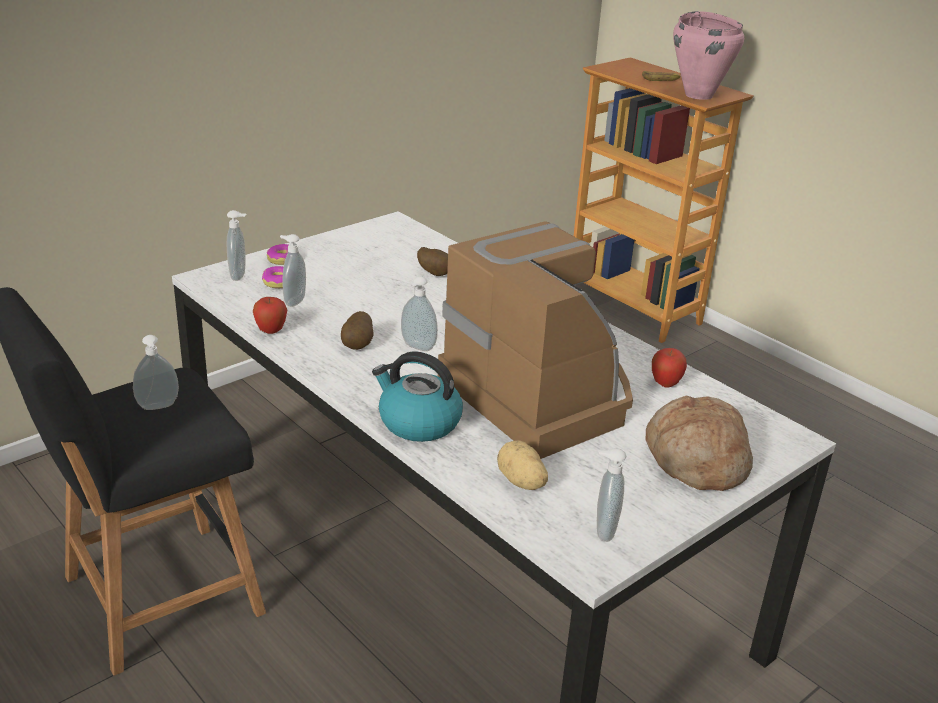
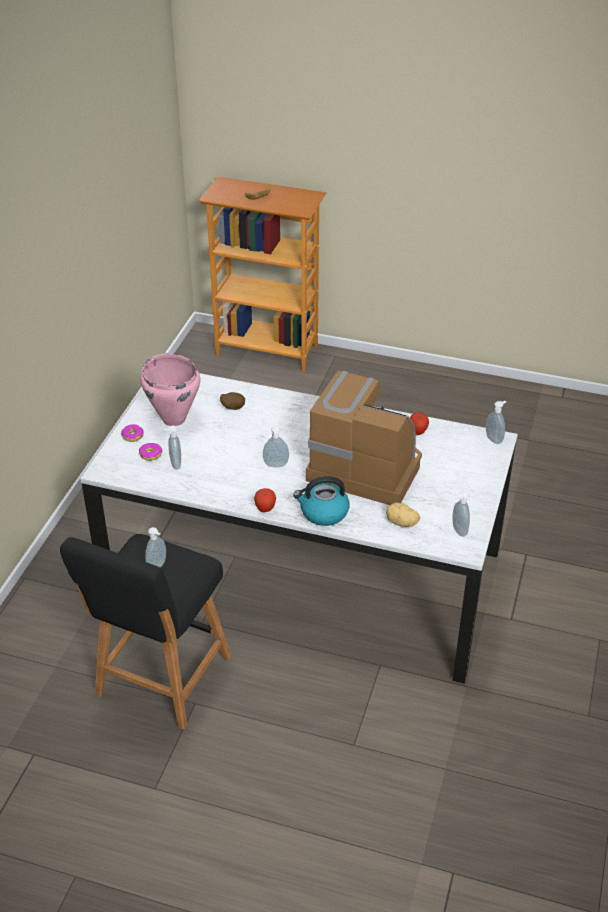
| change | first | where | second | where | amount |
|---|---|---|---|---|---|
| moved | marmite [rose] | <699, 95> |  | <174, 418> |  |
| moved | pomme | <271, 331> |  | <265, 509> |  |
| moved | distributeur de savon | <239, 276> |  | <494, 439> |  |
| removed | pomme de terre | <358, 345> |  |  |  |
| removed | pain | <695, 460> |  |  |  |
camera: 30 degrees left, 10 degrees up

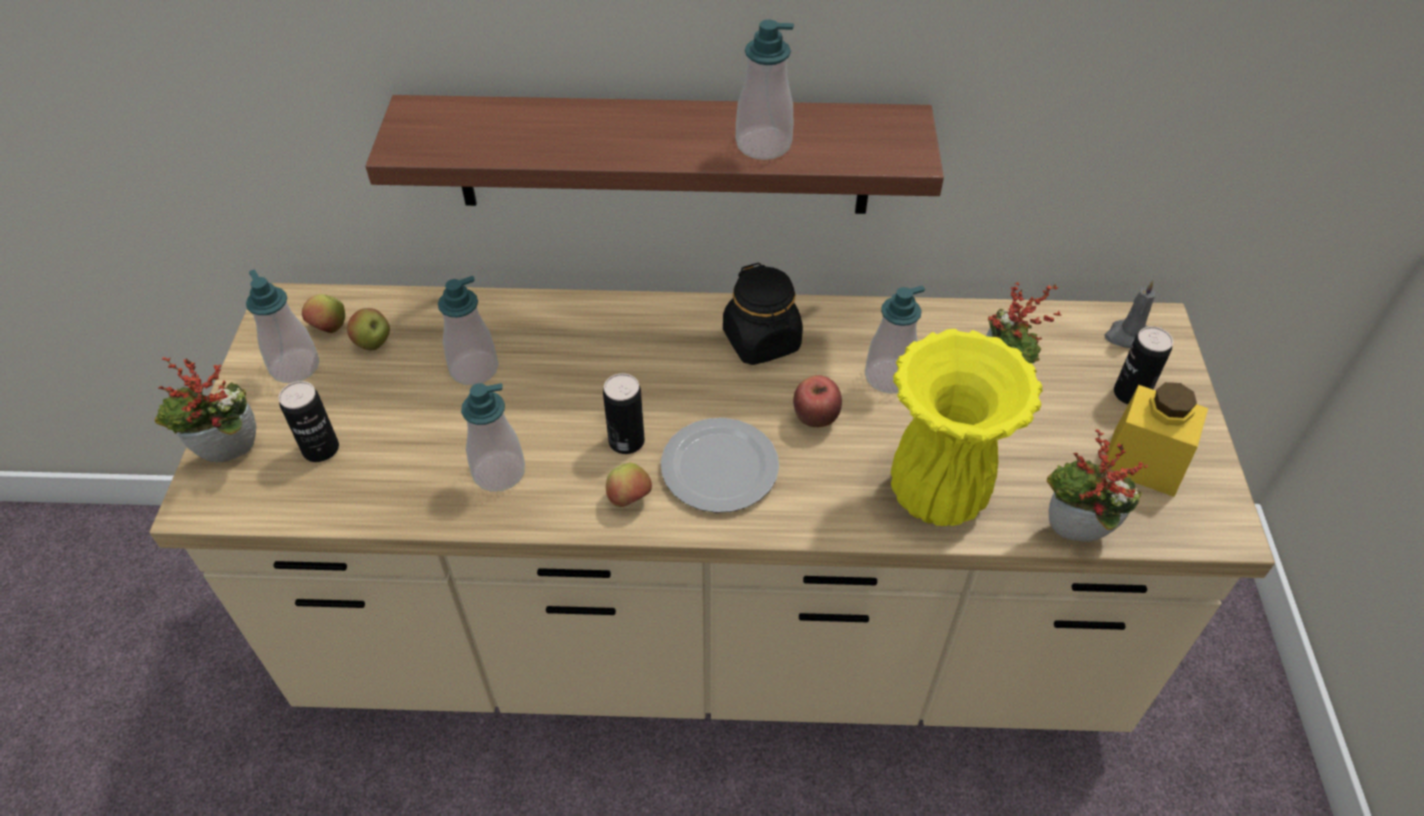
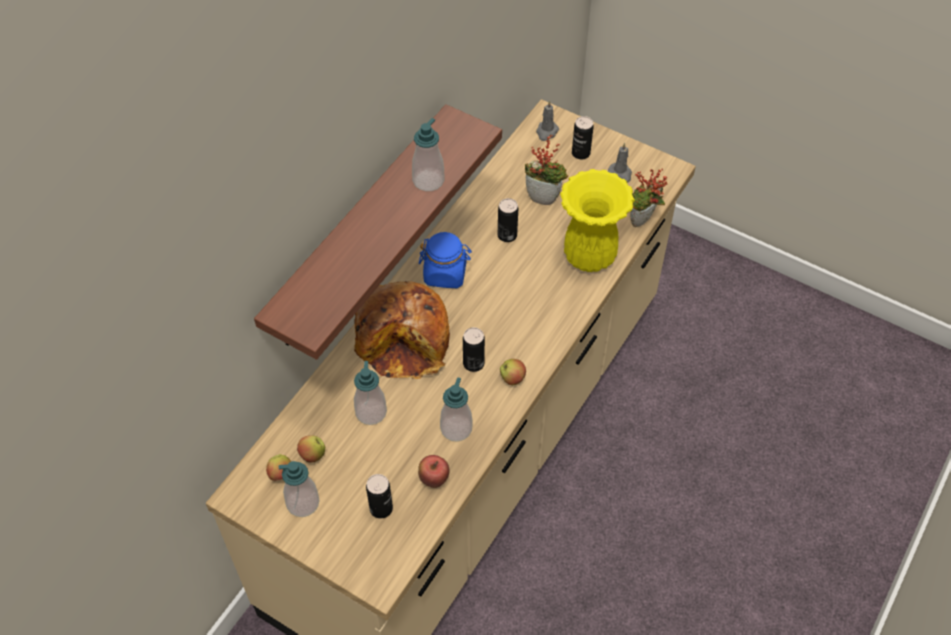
| change | first | where | second | where | amount |
|---|---|---|---|---|---|
| added |  |  | pain | <404, 339> |  |
| moved | pomme | <815, 419> |  | <434, 479> |  |
| recoloured | bocal [noir] | <762, 341> | bocal [bleu] | <445, 273> |  |
| replaced | distributeur de savon | <889, 377> | boîte métallique | <507, 235> |  |
| replaced | bocal [jaune] | <1143, 462> | bougie [gris] | <620, 174> |  |
| removed | plante en pot | <230, 458> |  |  |  |
| removed | assiette | <720, 469> |  |  |  |
camera: 60 degrees left, 5 degrees up

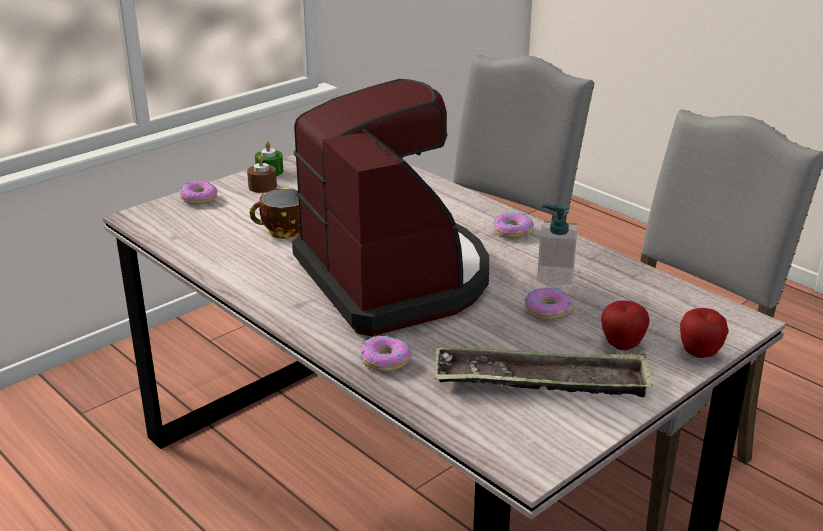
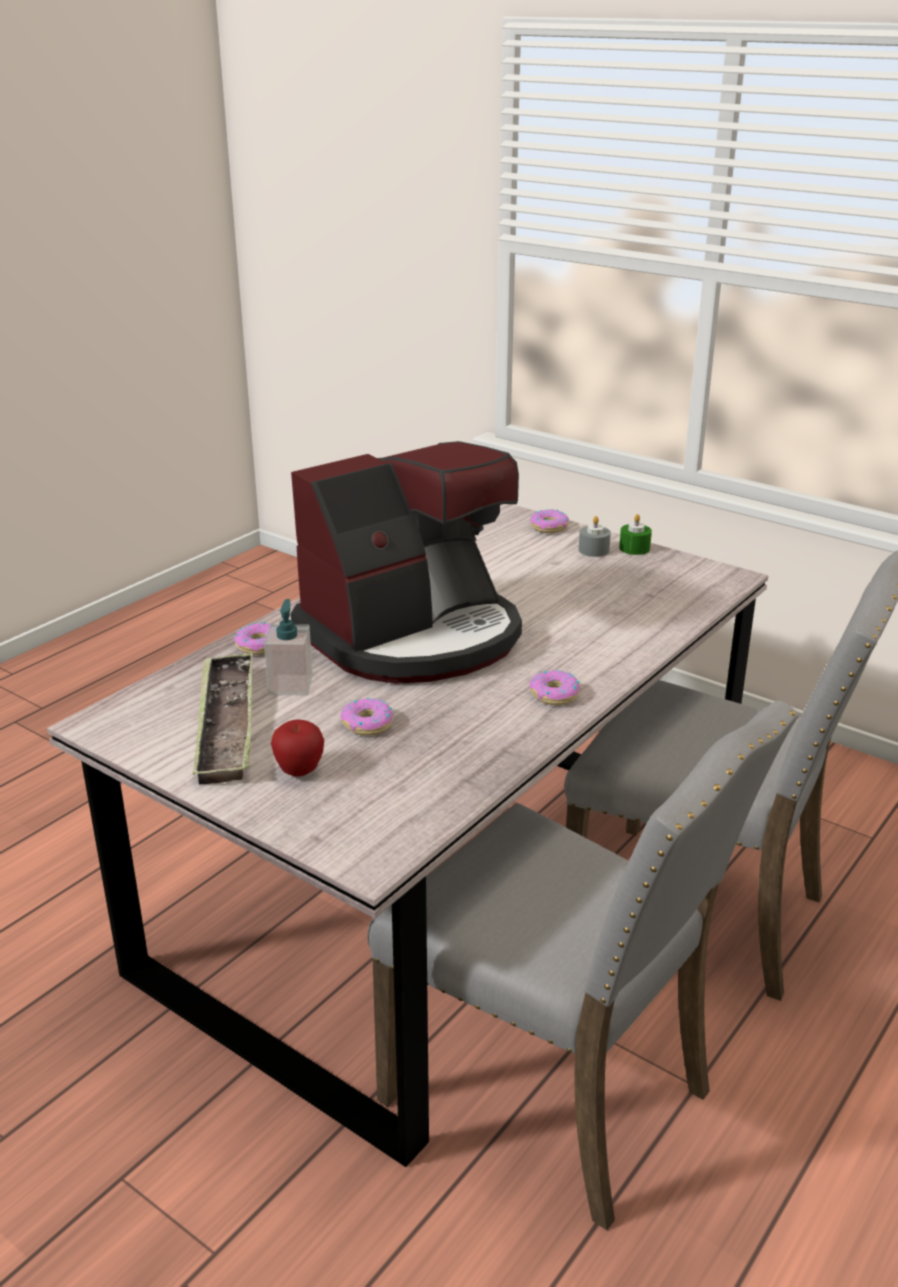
| change | first | where | second | where | amount |
|---|---|---|---|---|---|
| moved | distributeur de savon | <555, 275> |  | <290, 685> |  |
| recoloured | bougie [marron] | <262, 186> | bougie [gris] | <593, 550> |  |
| removed | tasse | <282, 232> |  |  |  |
| removed | pomme | <699, 354> |  |  |  |
camera: 80 degrees right, 0 degrees up

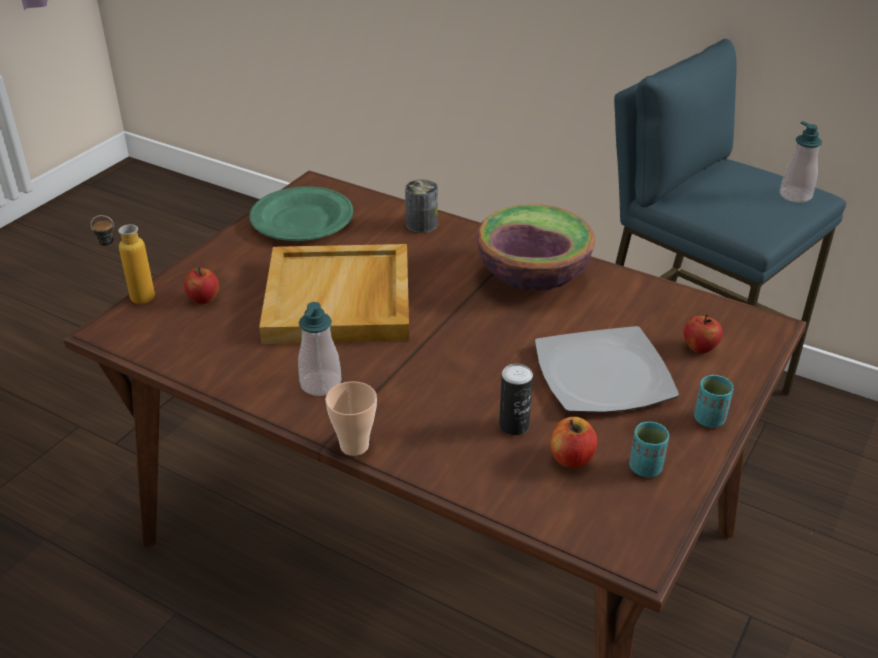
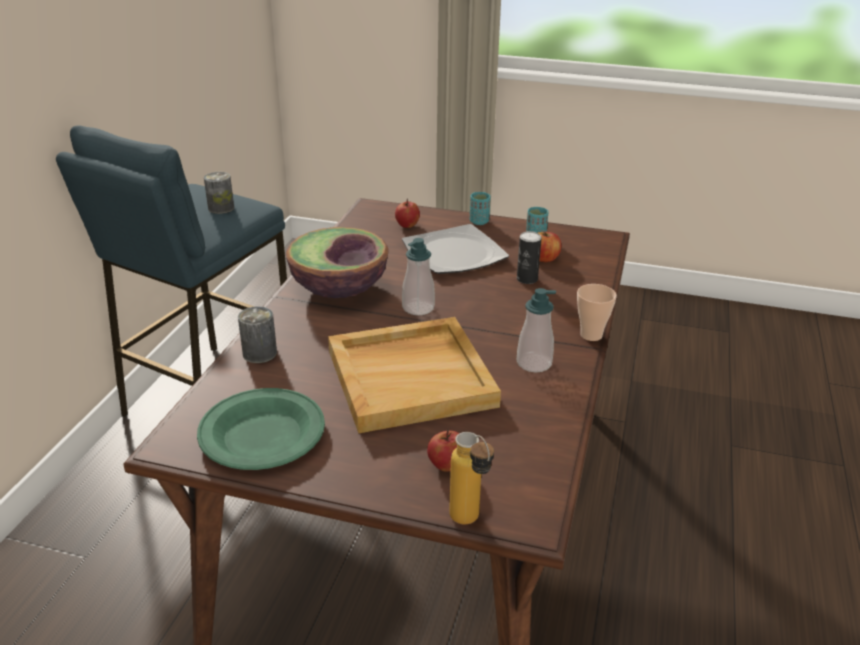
| change | first | where | second | where | amount |
|---|---|---|---|---|---|
| added |  |  | boîte métallique | <221, 208> |  |
| moved | distributeur de savon | <795, 195> |  | <418, 308> |  |
camera: 105 degrees left, 5 degrees down

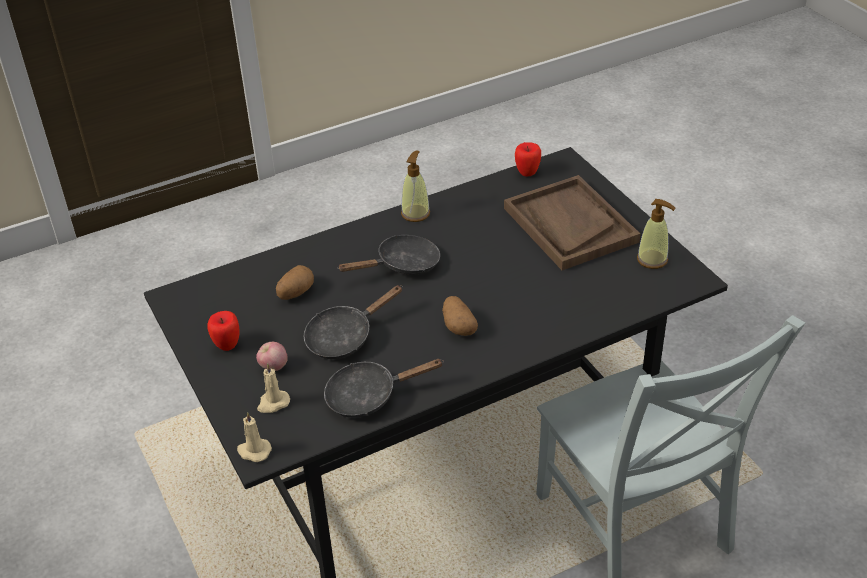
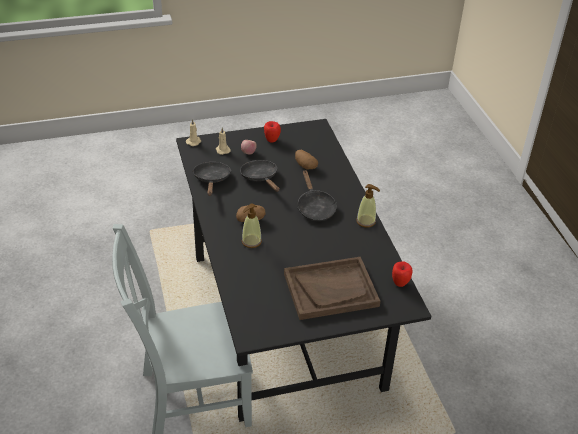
| change | first | where | second | where | amount |
|---|---|---|---|---|---|
| moved | distributeur de savon | <652, 260> |  | <251, 241> |  |
camera: 100 degrees right, 0 degrees up

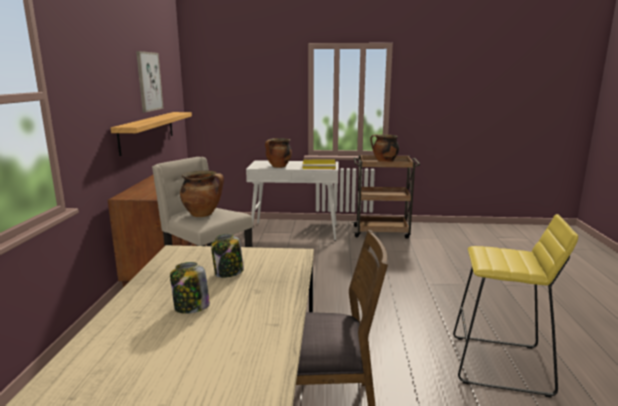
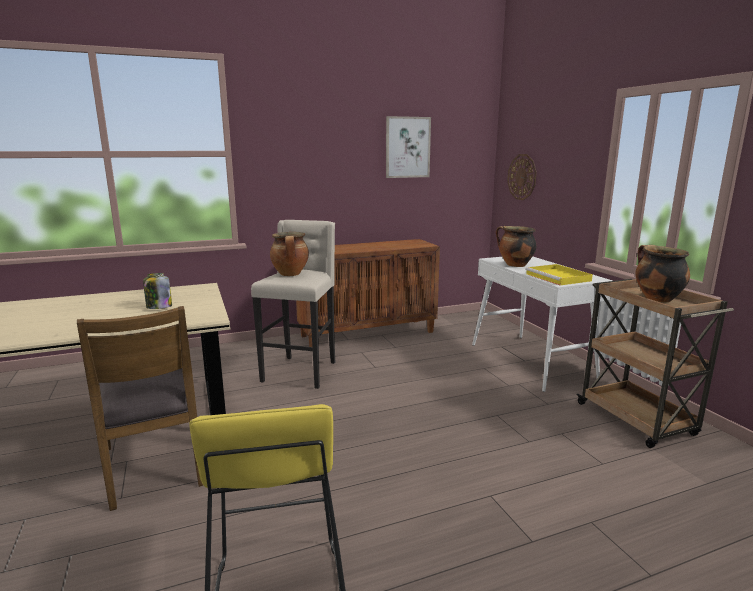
| change | first | where | second | where | amount |
|---|---|---|---|---|---|
| added |  |  | horloge murale | <522, 177> |  |
| removed | étagère | <147, 131> |  |  |  |
| removed | bocal | <191, 307> |  |  |  |
camera: 65 degrees right, 0 degrees up

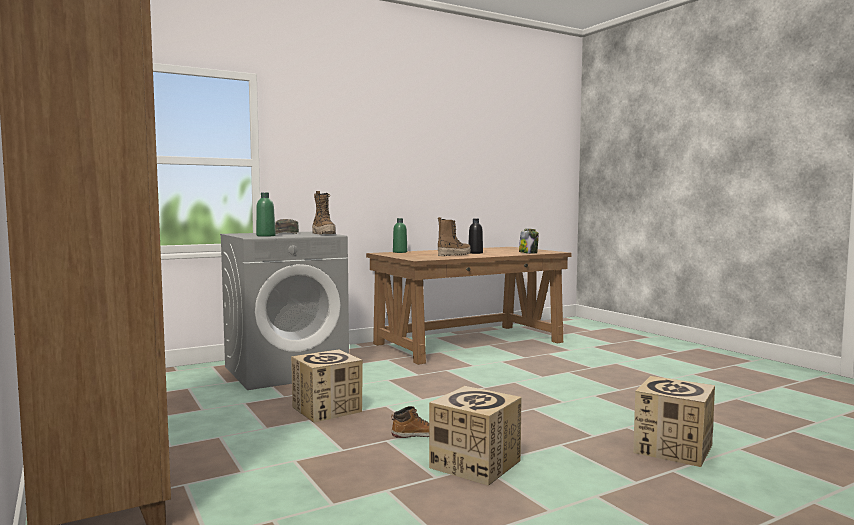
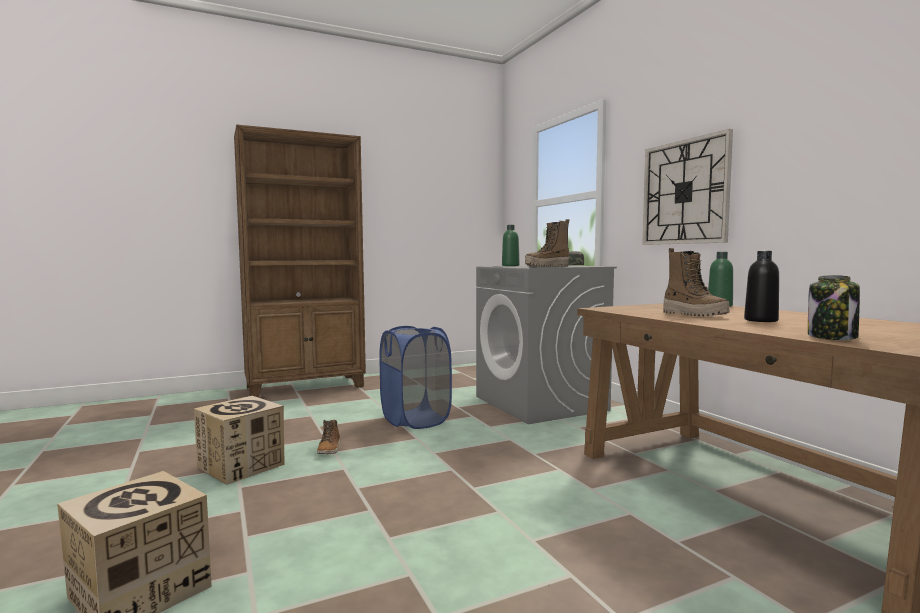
| change | first | where | second | where | amount |
|---|---|---|---|---|---|
| replaced | carton | <327, 409> | panier à linge [bleu] | <415, 420> |  |
| added |  |  | horloge murale | <685, 192> |  |
camera: 95 degrees right, 0 degrees up

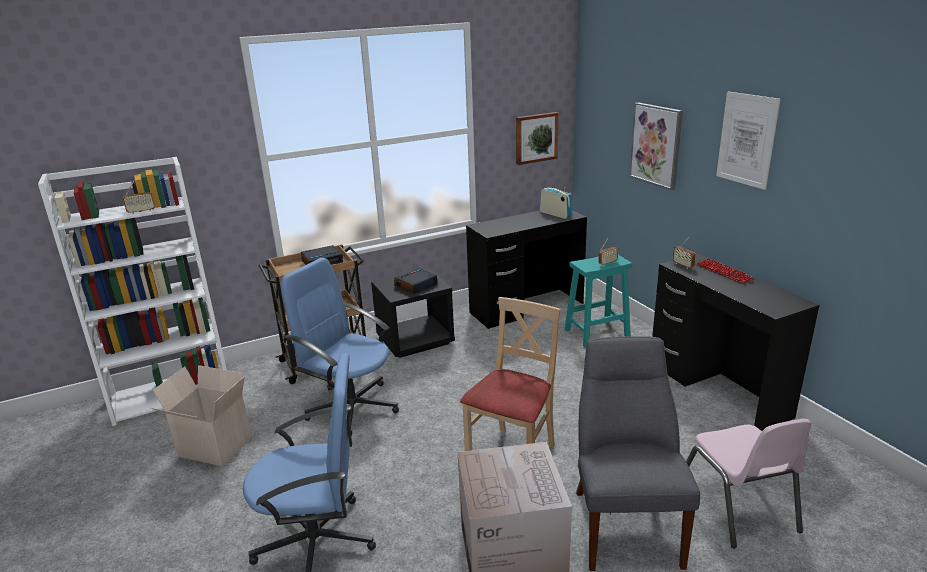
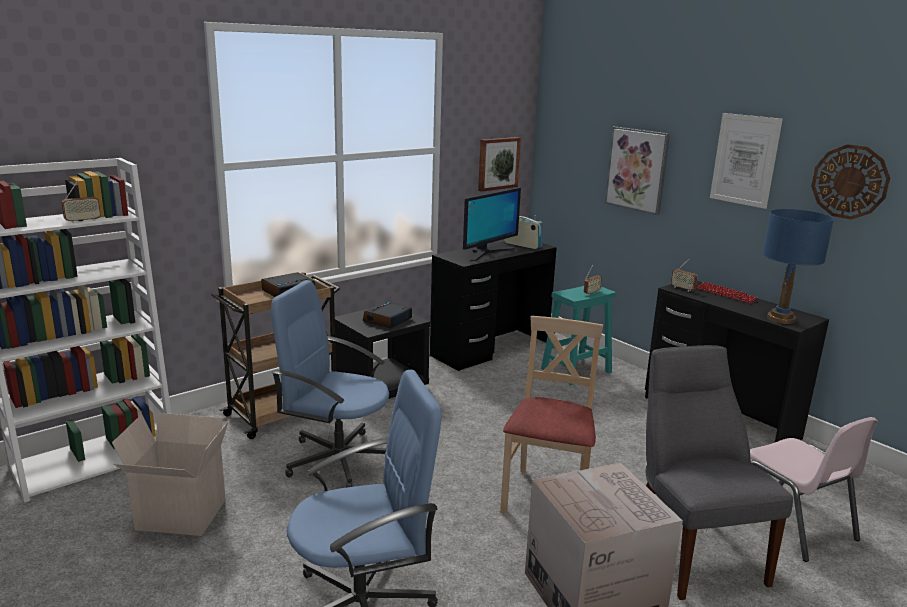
| change | first | where | second | where | amount |
|---|---|---|---|---|---|
| added |  |  | écran d'ordinateur | <487, 253> |  |
| added |  |  | lampe de table [bleu] | <781, 319> |  |
| added |  |  | horloge murale | <850, 182> |  |
camera: 15 degrees left, 5 degrees down

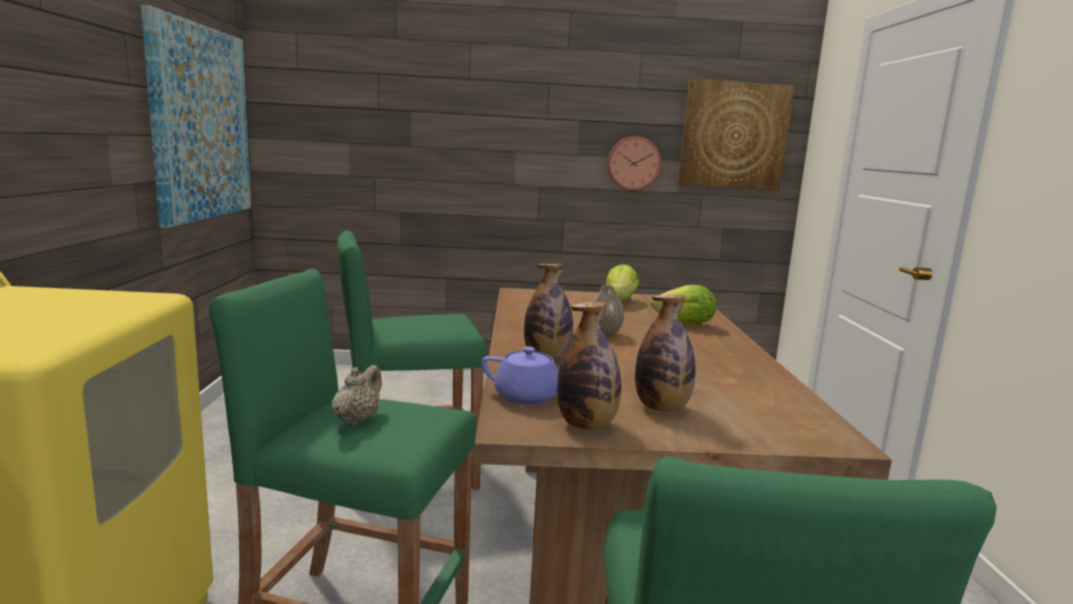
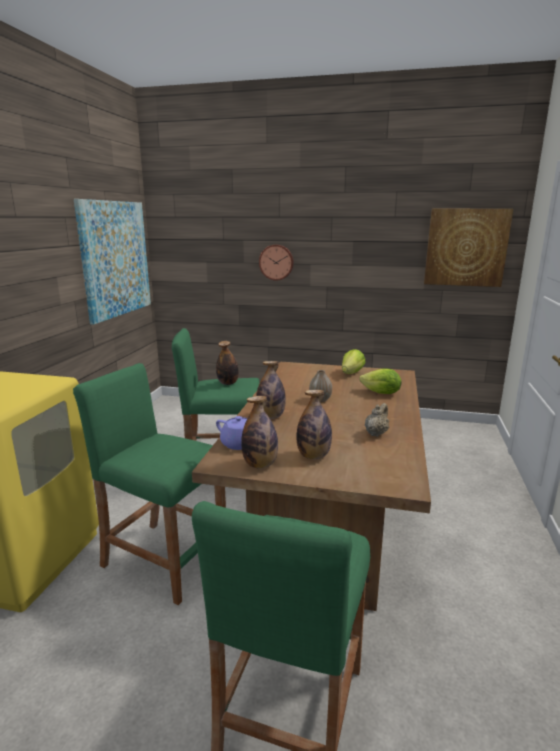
| change | first | where | second | where | amount |
|---|---|---|---|---|---|
| added |  |  | bouteille | <228, 383> |  |
| moved | horloge murale | <633, 163> |  | <276, 262> |  |
| moved | théière [beige] | <357, 419> |  | <376, 433> |  |
camera: 15 degrees right, 5 degrees up

